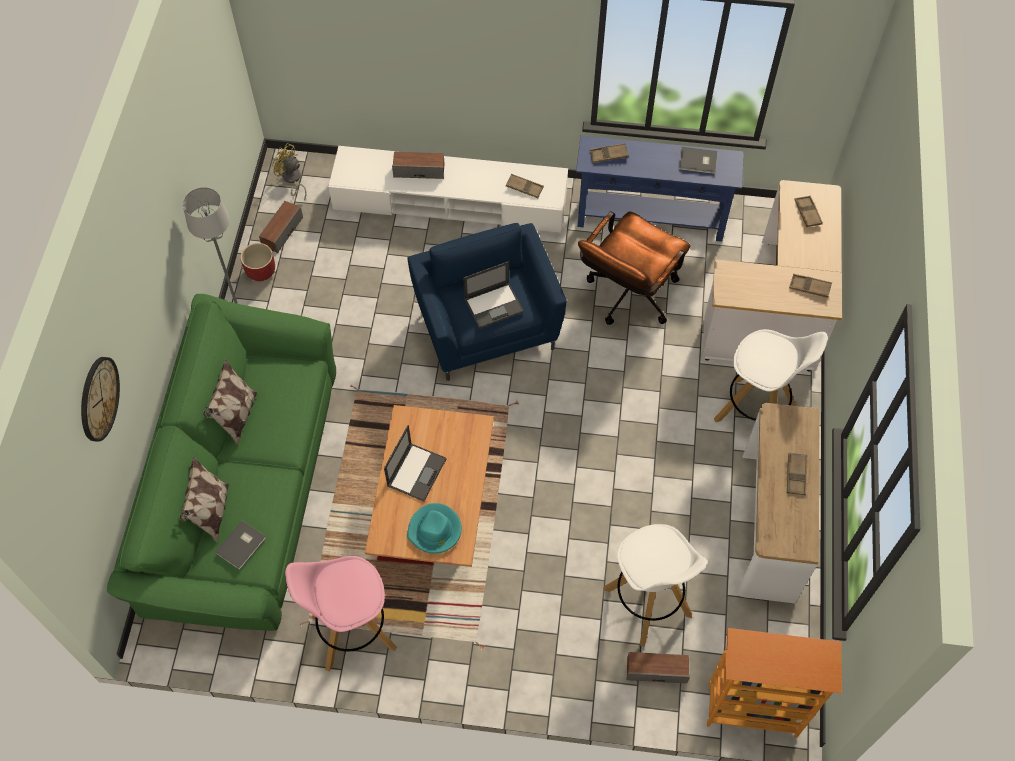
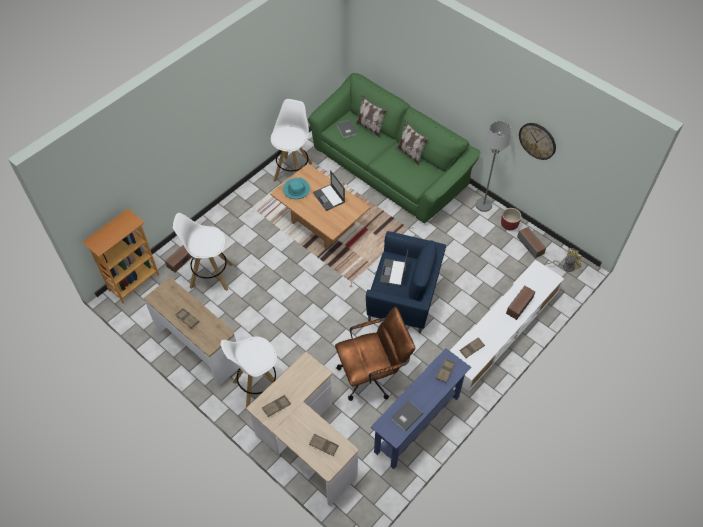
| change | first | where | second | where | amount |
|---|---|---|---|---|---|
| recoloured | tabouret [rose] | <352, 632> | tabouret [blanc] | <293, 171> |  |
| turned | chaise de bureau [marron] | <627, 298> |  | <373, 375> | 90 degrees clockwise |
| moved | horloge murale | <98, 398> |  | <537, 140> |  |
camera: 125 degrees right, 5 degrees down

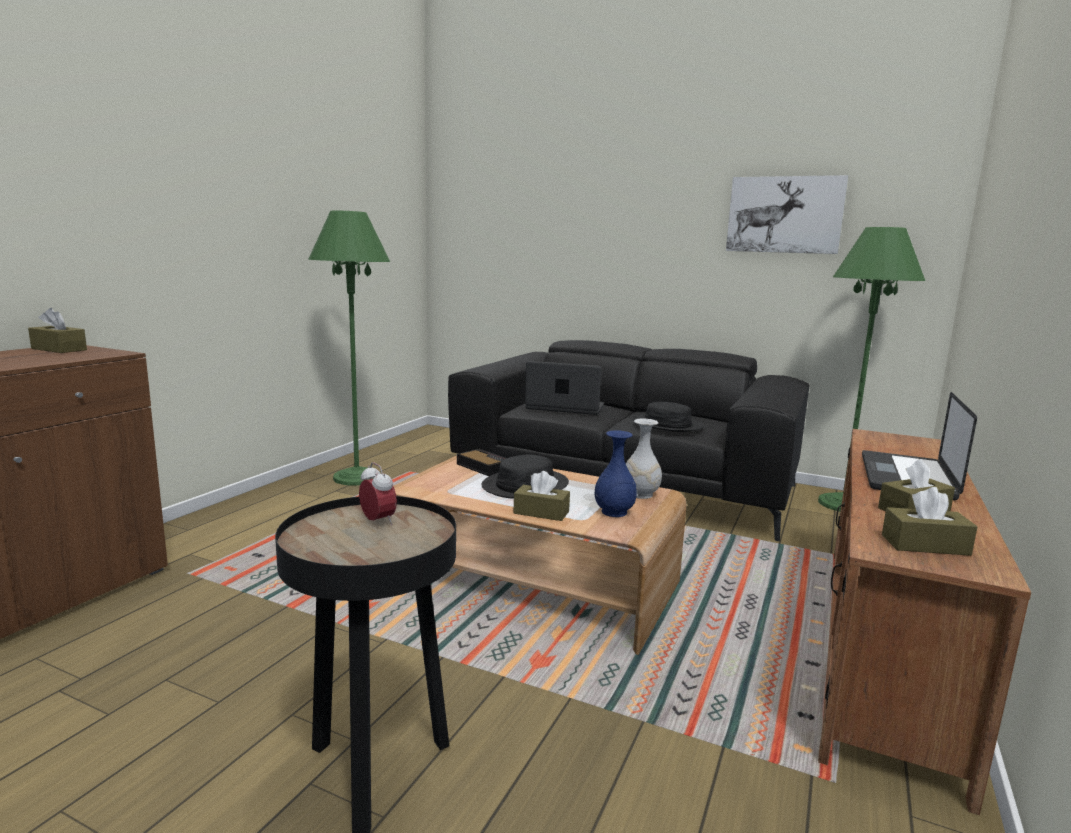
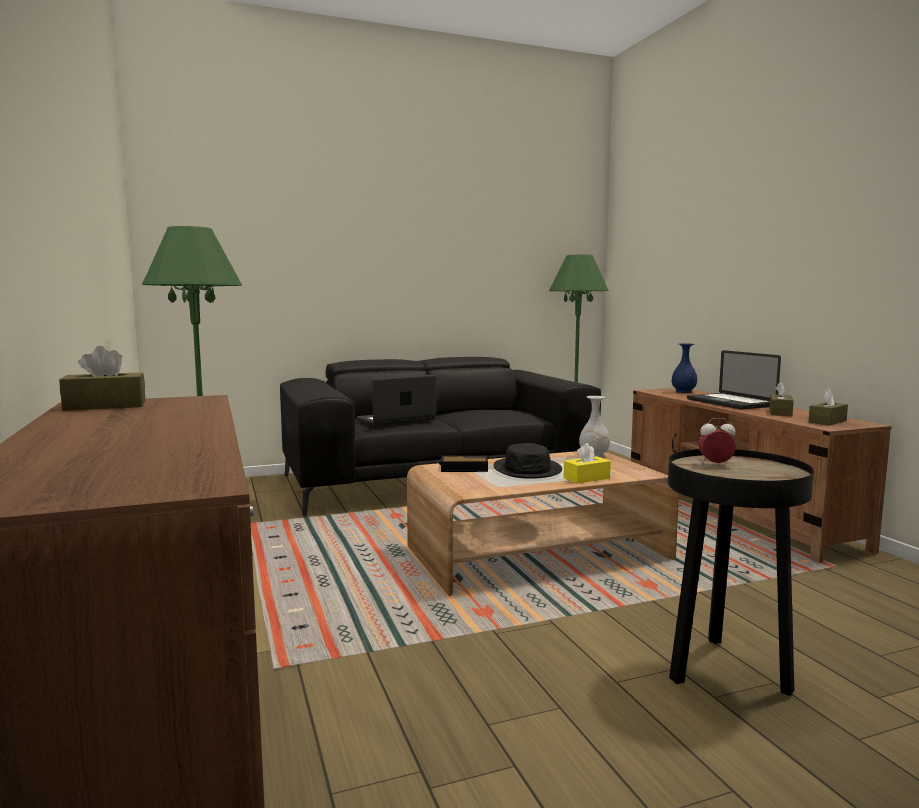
| change | first | where | second | where | amount |
|---|---|---|---|---|---|
| recoloured | boîte à mouchoirs [marron] | <541, 512> | boîte à mouchoirs [jaune] | <586, 478> |  |
| moved | vase [bleu] | <614, 512> |  | <684, 392> |  |
| removed | chapeau [noir] | <667, 424> |  |  |  |
| removed | tableau | <784, 215> |  |  |  |
camera: 45 degrees left, 5 degrees down

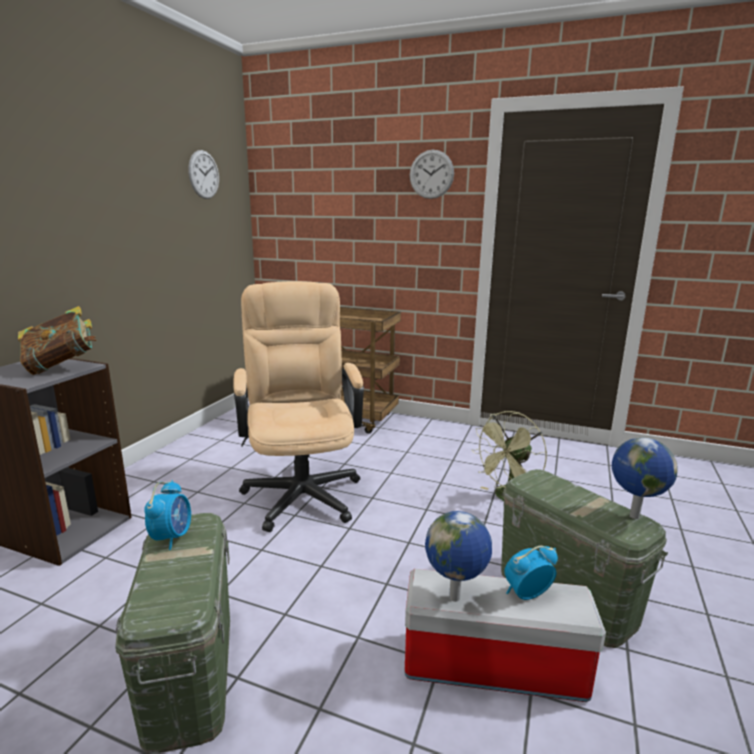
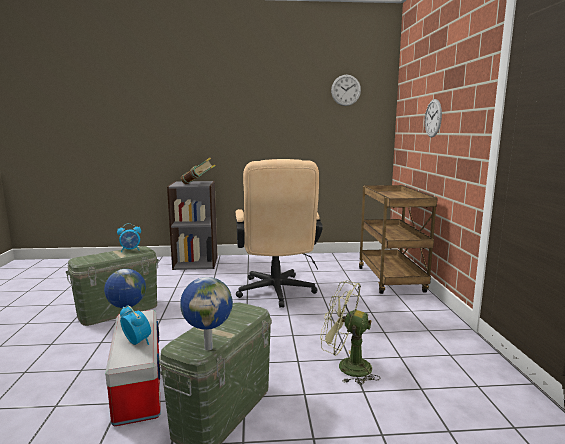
| change | first | where | second | where | amount |
|---|---|---|---|---|---|
| turned | chaise de bureau [beige] | <302, 489> |  | <276, 293> | 120 degrees clockwise |
| moved | horloge murale | <431, 174> |  | <433, 118> |  |
camera: 65 degrees right, 5 degrees down

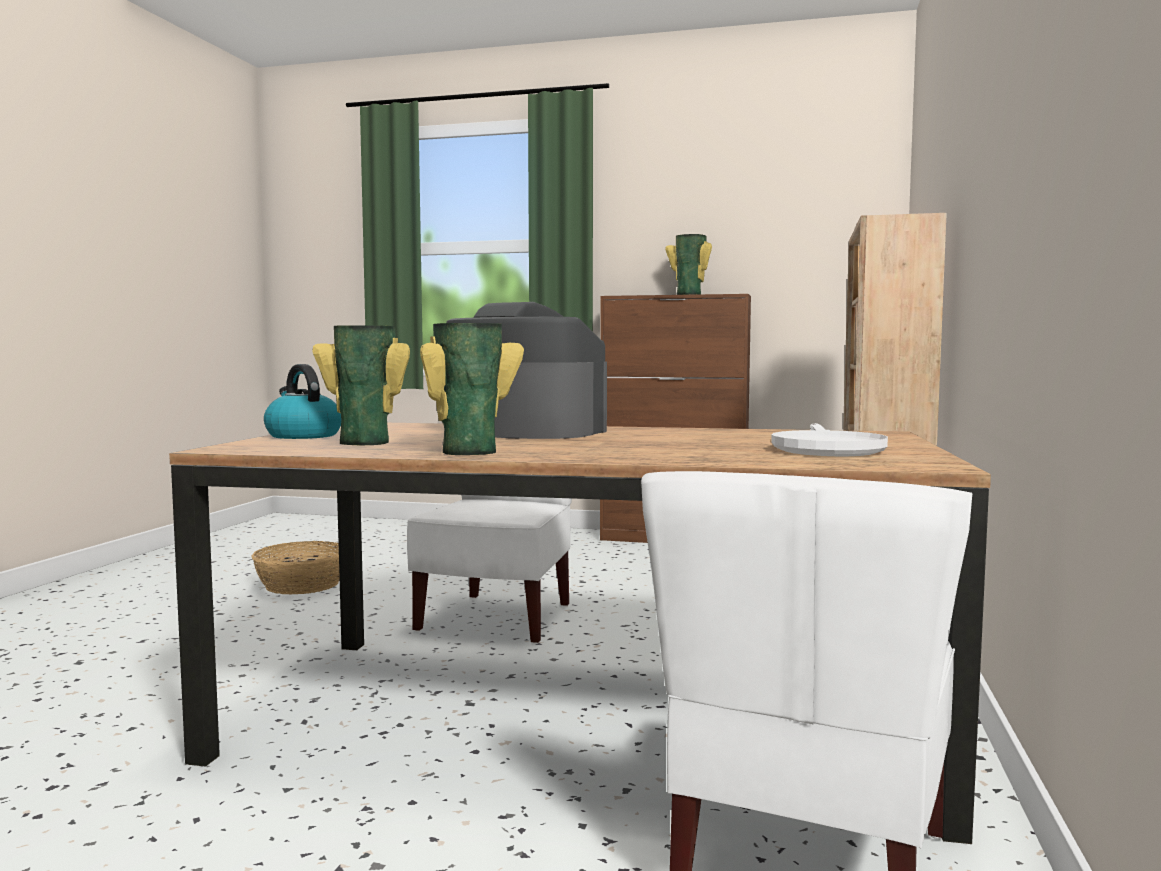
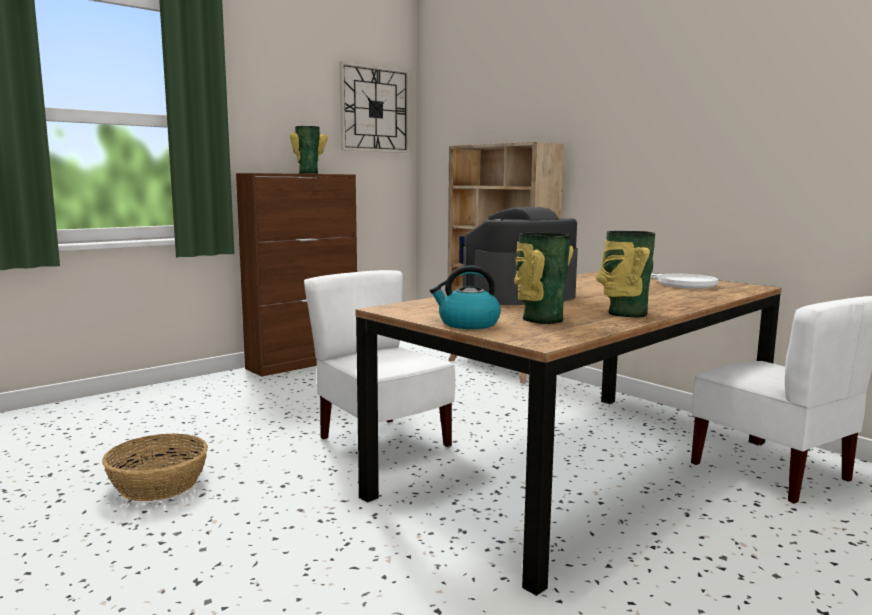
| change | first | where | second | where | amount |
|---|---|---|---|---|---|
| added |  |  | horloge murale | <374, 109> |  |
camera: 55 degrees left, 5 degrees up

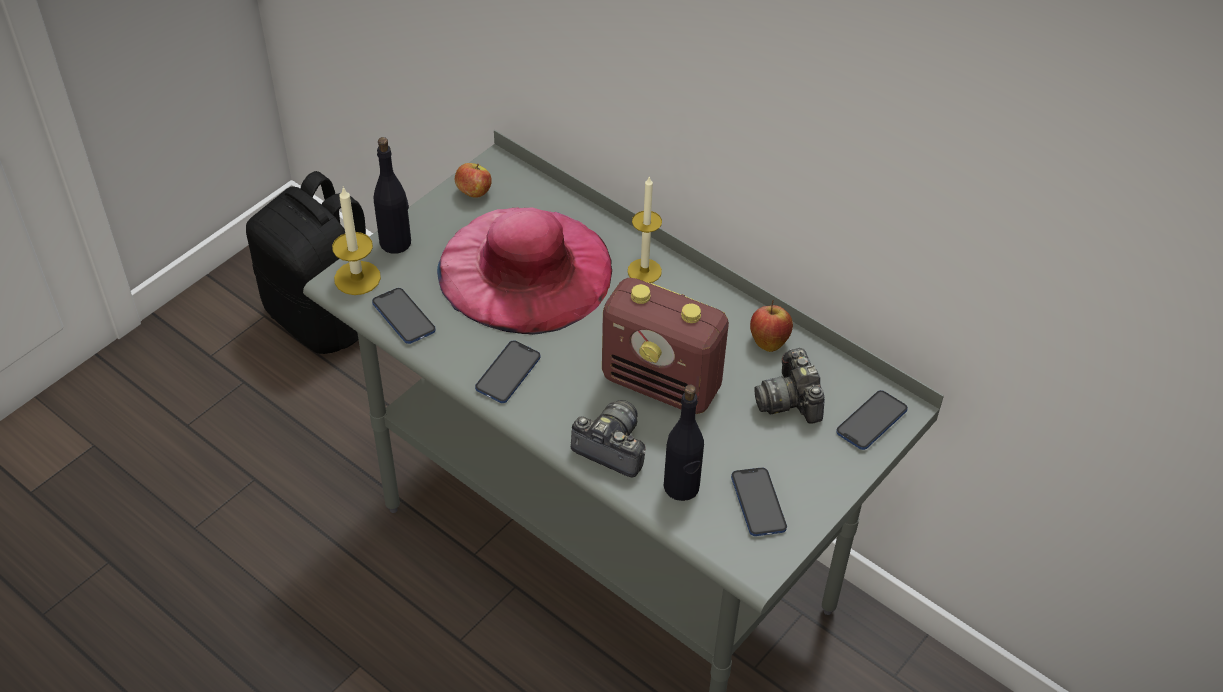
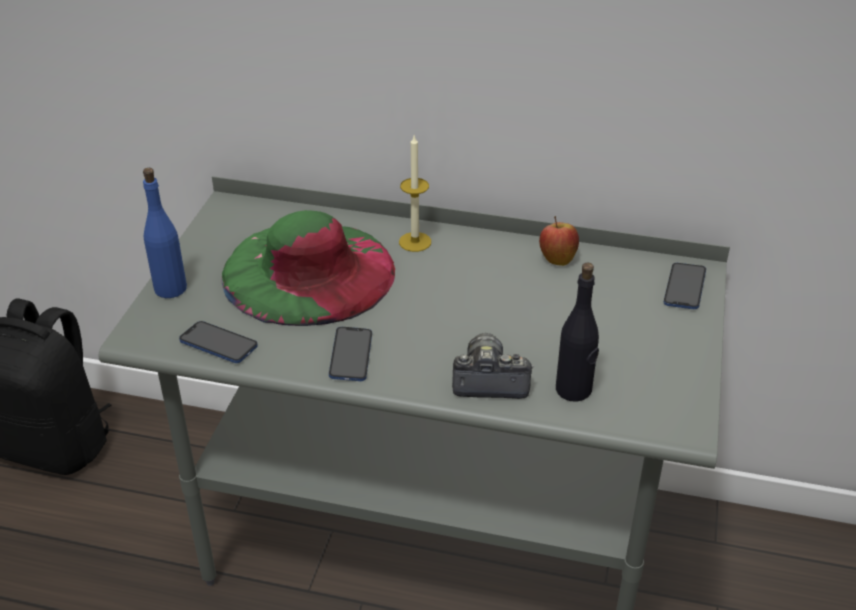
| change | first | where | second | where | amount |
|---|---|---|---|---|---|
| recoloured | bouteille [noir] | <396, 242> | bouteille [bleu] | <171, 288> |  |
| recoloured | chapeau [rose] | <525, 269> | chapeau [vert] | <308, 271> |  |
| removed | bougie | <357, 278> |  |  |  |
| removed | pomme | <473, 192> |  |  |  |
| removed | radio | <662, 384> |  |  |  |
| removed | téléphone | <758, 503> |  |  |  |
| removed | appareil photo | <790, 400> |  |  |  |
camera: 25 degrees left, 10 degrees down

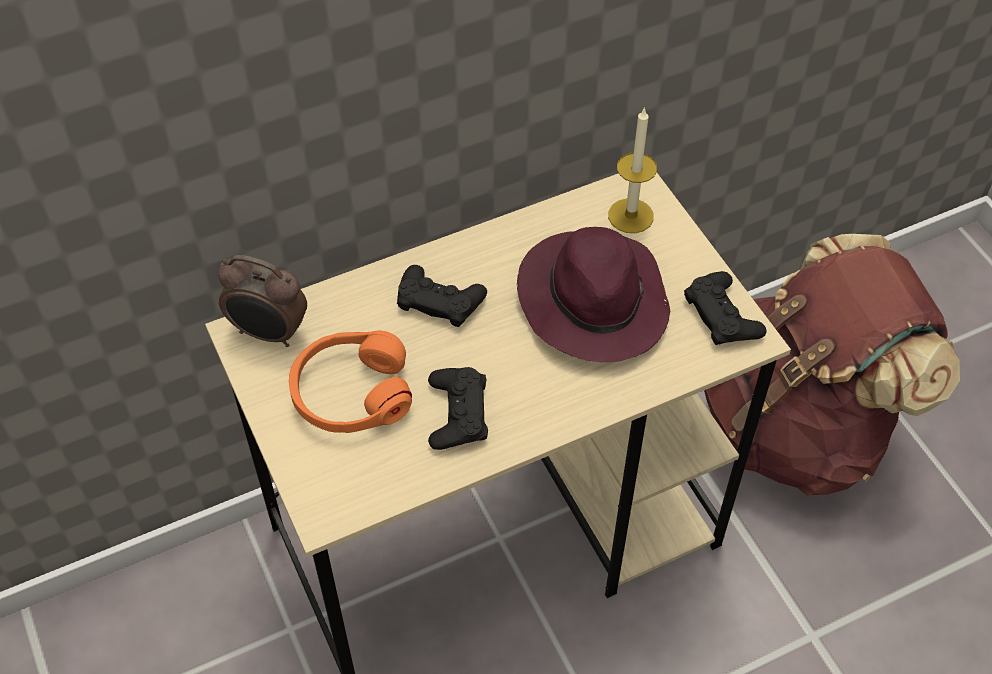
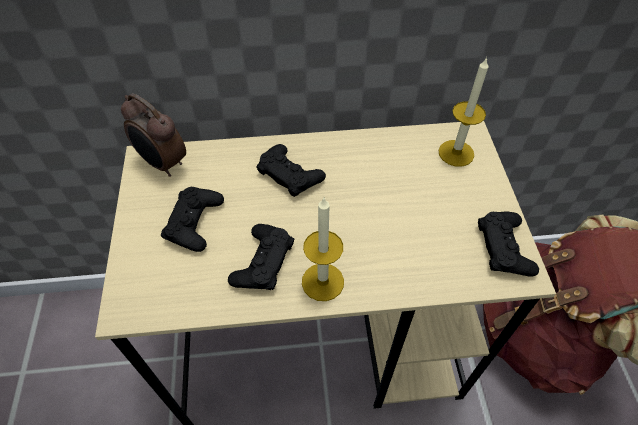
| change | first | where | second | where | amount |
|---|---|---|---|---|---|
| replaced | casque audio [orange] | <351, 393> | manette [noir] | <194, 222> |  |
| added |  |  | bougie | <322, 282> |  |
| removed | chapeau [violet] | <592, 300> |  |  |  |
camera: 20 degrees right, 0 degrees up

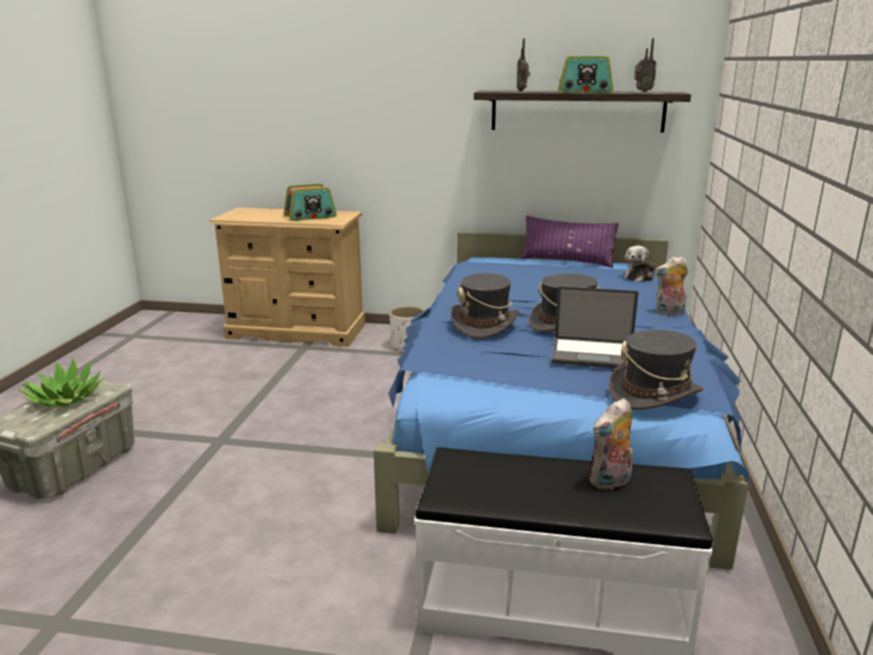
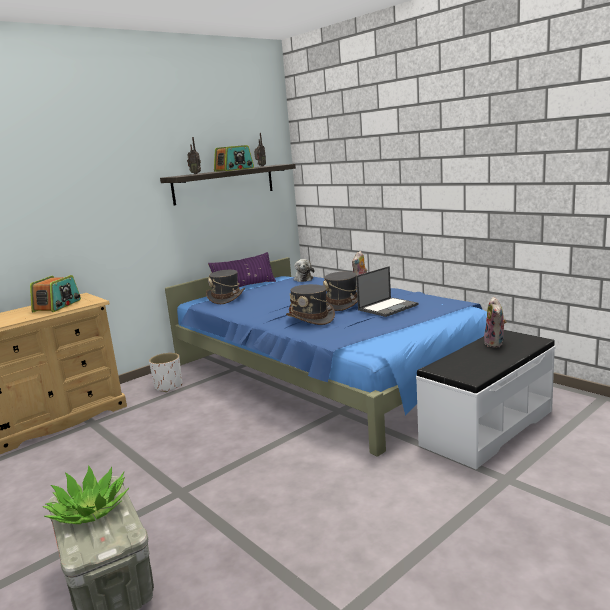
| change | first | where | second | where | amount |
|---|---|---|---|---|---|
| moved | chapeau [gris] | <655, 394> |  | <226, 298> |  |
camera: 50 degrees left, 5 degrees down

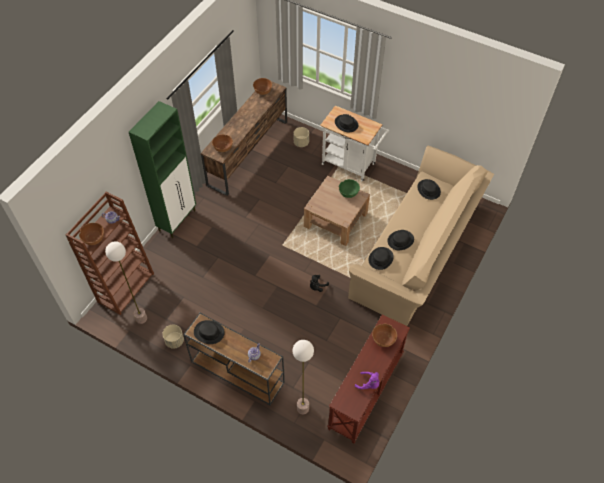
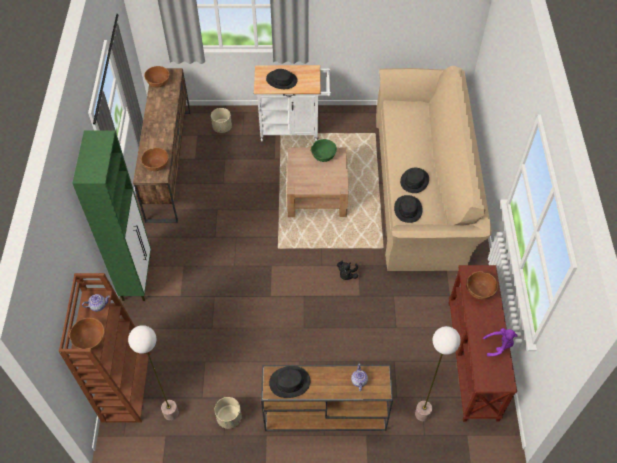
| change | first | where | second | where | amount |
|---|---|---|---|---|---|
| removed | chapeau [noir] | <428, 190> |  |  |  |
camera: 30 degrees left, 0 degrees up

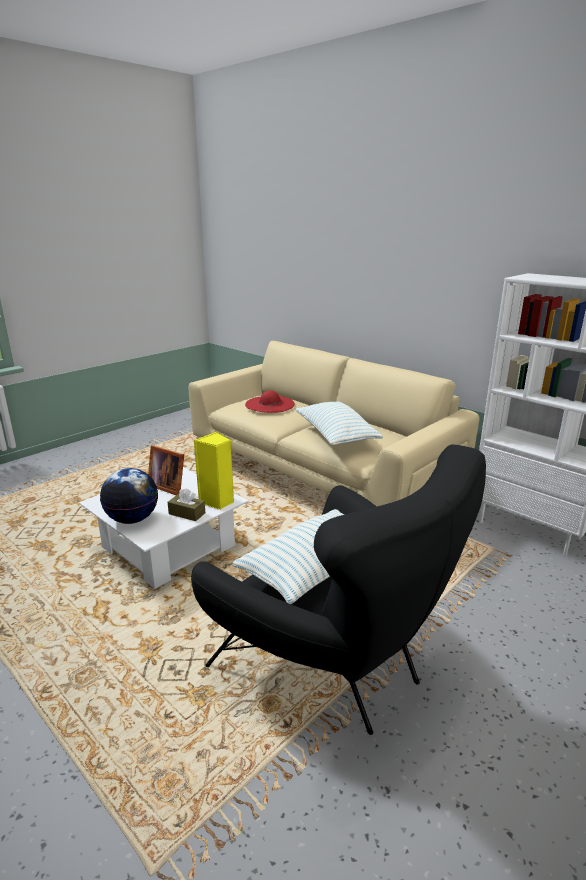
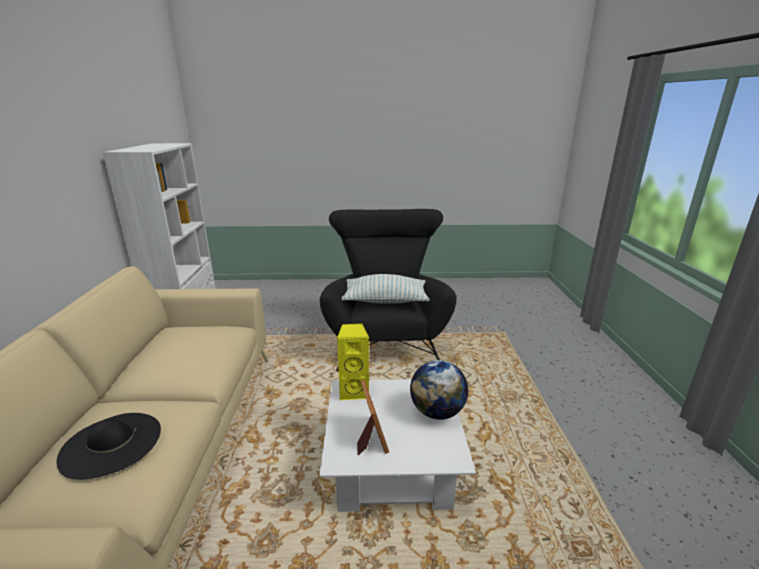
| change | first | where | second | where | amount |
|---|---|---|---|---|---|
| recoloured | chapeau [rouge] | <270, 404> | chapeau [noir] | <111, 444> |  |
| removed | boîte à mouchoirs [marron] | <187, 513> |  |  |  |
| removed | coussin | <336, 435> |  |  |  |
camera: 135 degrees left, 0 degrees up

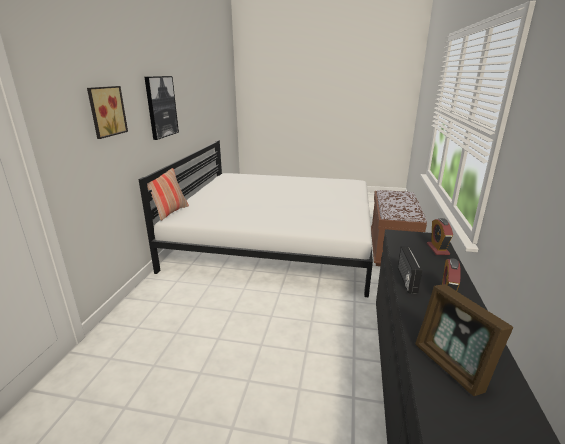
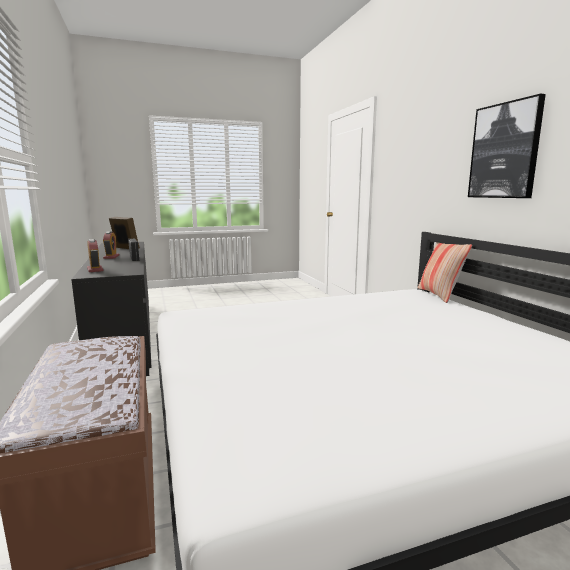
| change | first | where | second | where | amount |
|---|---|---|---|---|---|
| removed | tableau | <106, 111> |  |  |  |
camera: 150 degrees right, 10 degrees down

